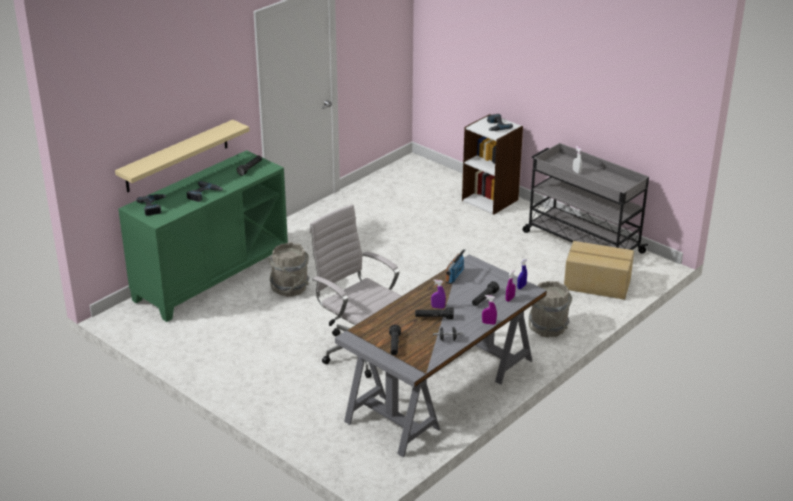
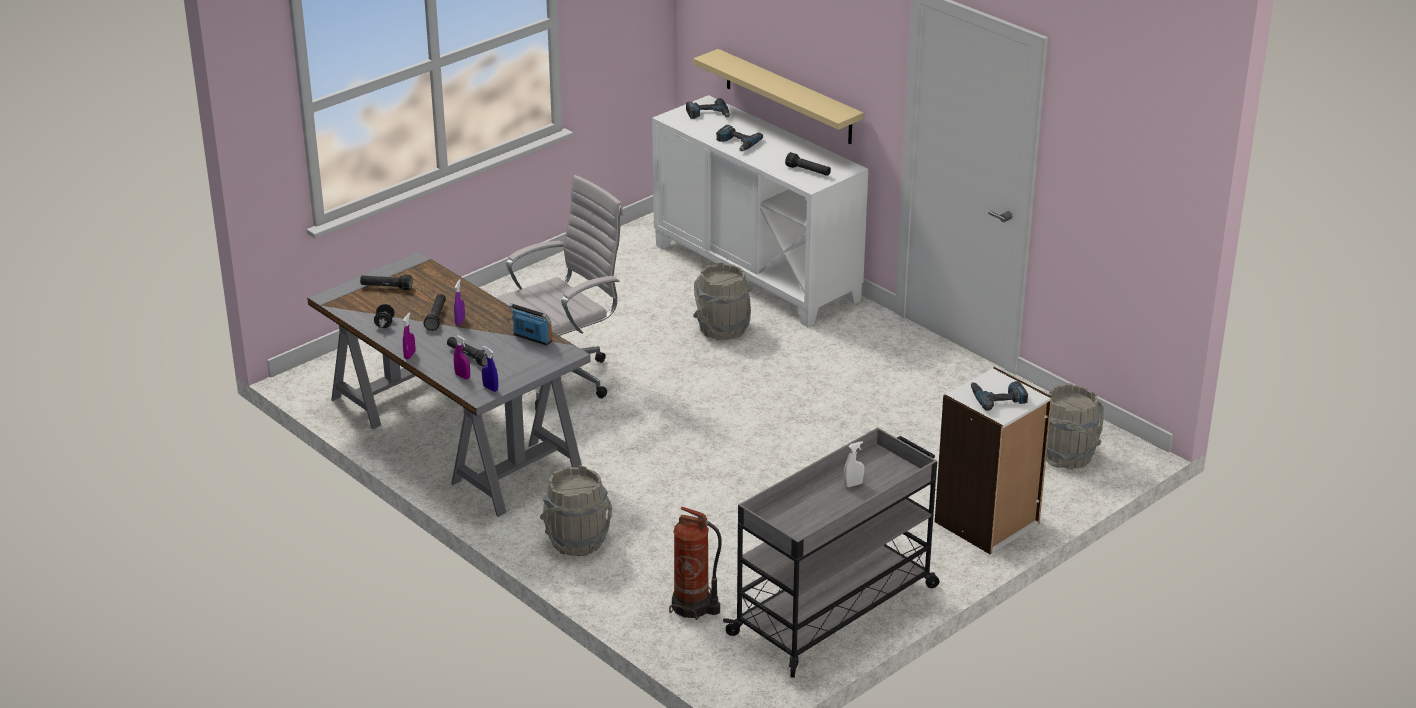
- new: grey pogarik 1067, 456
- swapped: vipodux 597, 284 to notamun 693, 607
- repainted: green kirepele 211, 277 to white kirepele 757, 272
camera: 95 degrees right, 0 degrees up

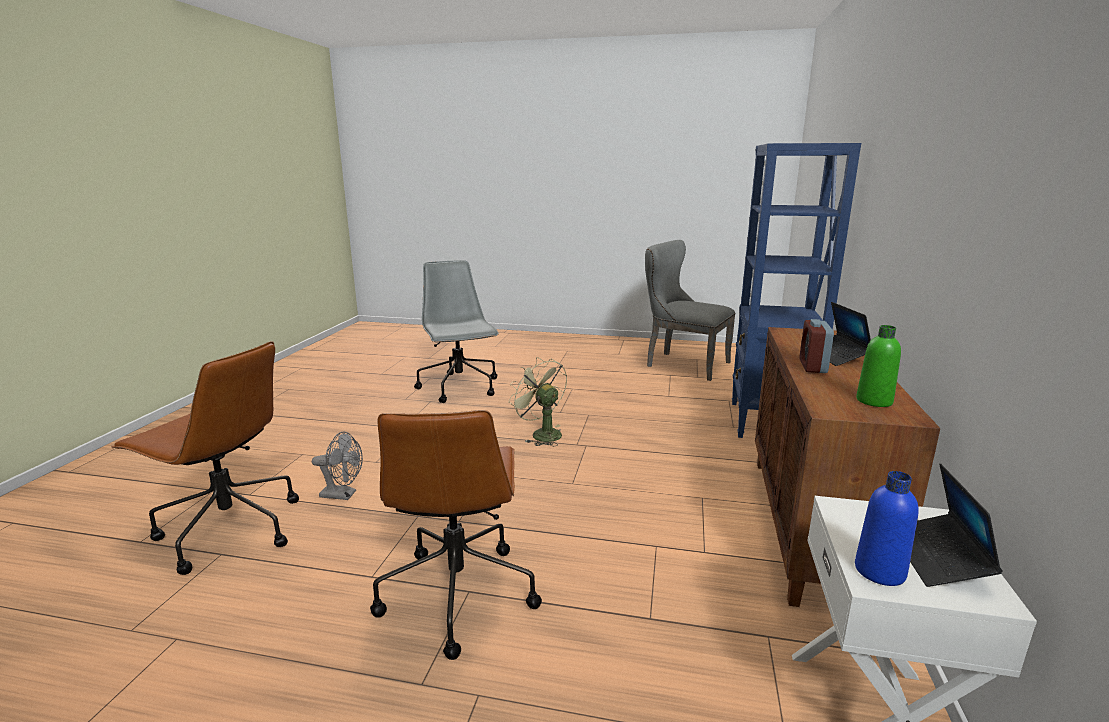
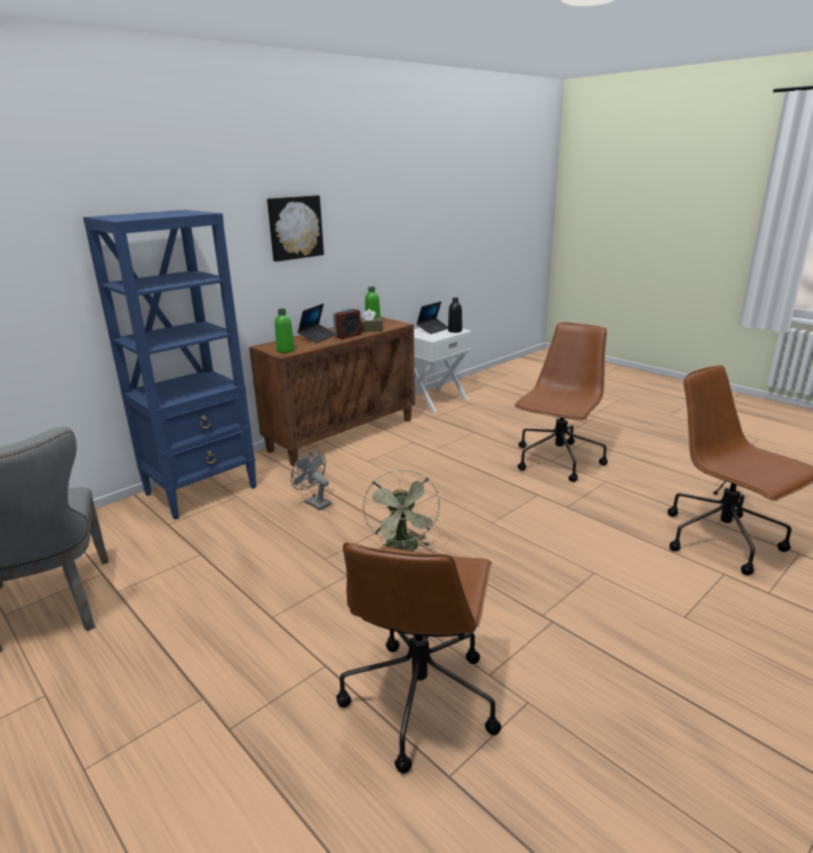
- new: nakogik 294, 227
- new: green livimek 285, 350
- new: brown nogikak 370, 330
- shifted: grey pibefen 343, 495 to 314, 502
- repainted: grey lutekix 460, 388 to brown lutekix 420, 697
- repainted: blue livimek 879, 571 to black livimek 455, 331
camera: 145 degrees left, 5 degrees up

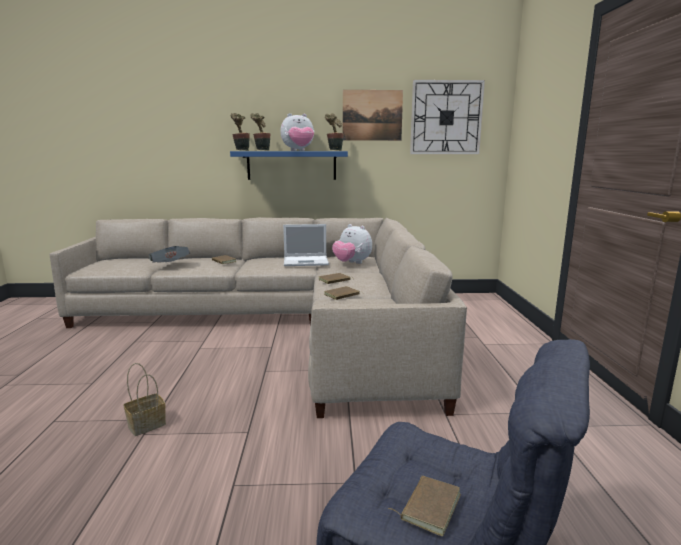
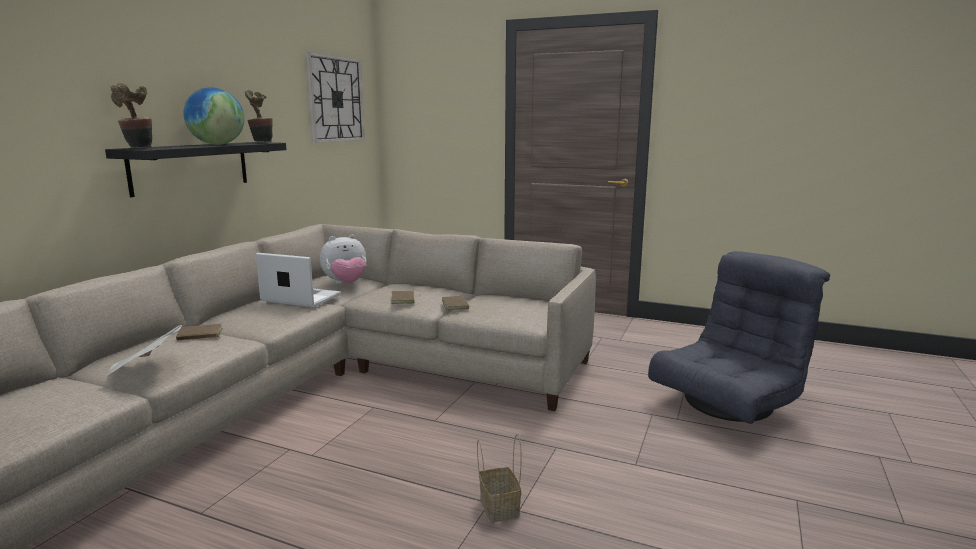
- gone: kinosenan 261, 150
- gone: nakogik 372, 115
- gone: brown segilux 429, 506
- swapped: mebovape 298, 150 to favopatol 217, 144
- repainted: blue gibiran 291, 165 to black gibiran 191, 167
- rotated: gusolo 306, 261 = 300, 298 90 degrees counterclockwise
camera: 65 degrees left, 0 degrees up

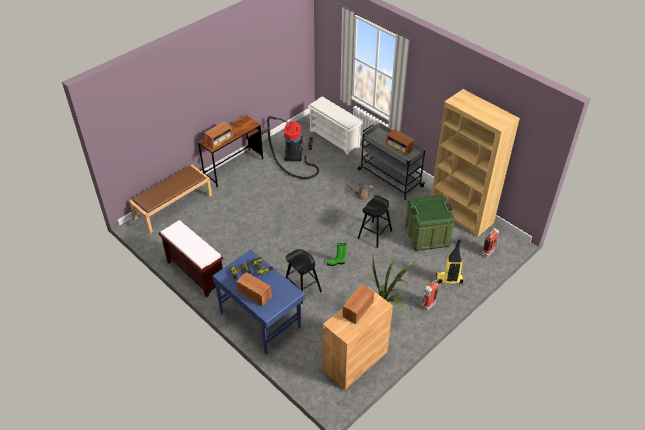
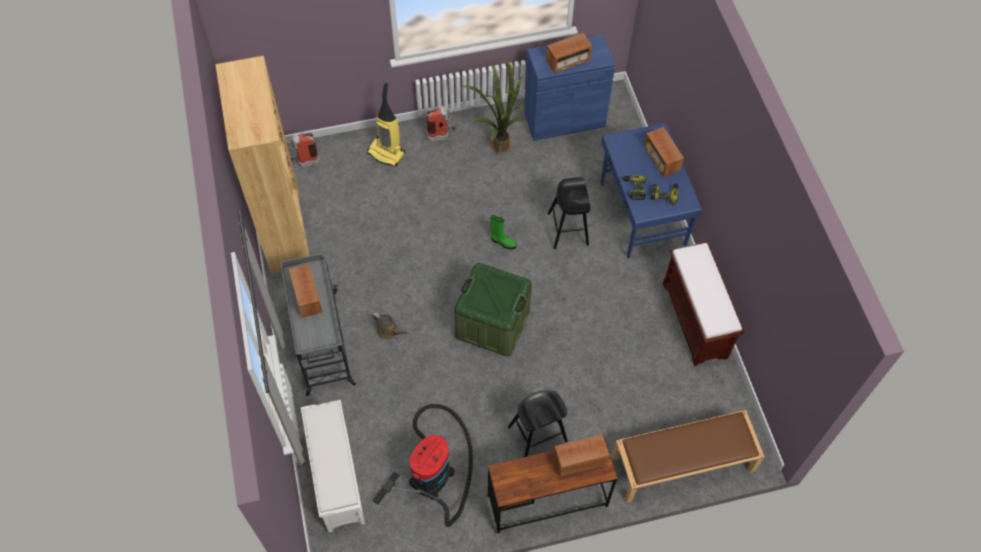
- shifted: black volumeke 375, 234 to 537, 434
- shifted: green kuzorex 427, 235 to 492, 323
- repainted: brown kirepele 355, 361 to blue kirepele 564, 119
camera: 150 degrees left, 15 degrees up

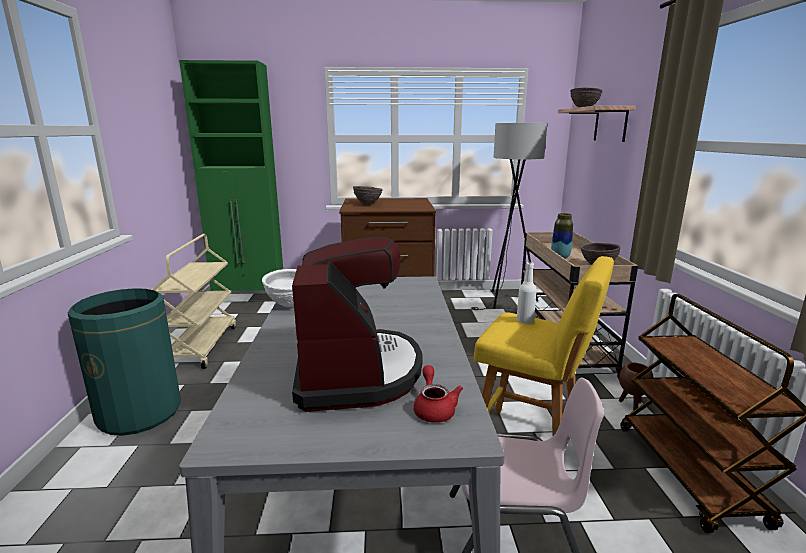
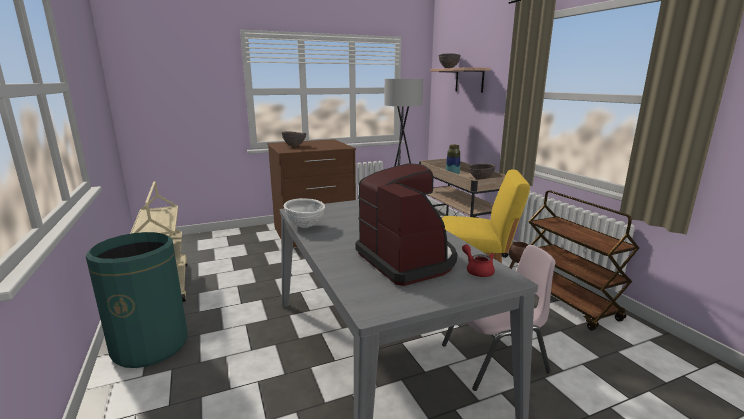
- gone: green kirepele 251, 299
- gone: white livimek 525, 321
camera: 20 degrees left, 0 degrees up

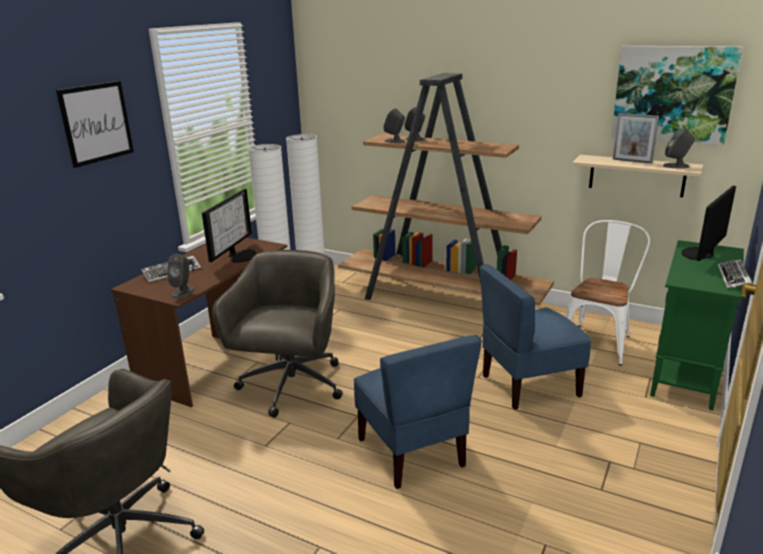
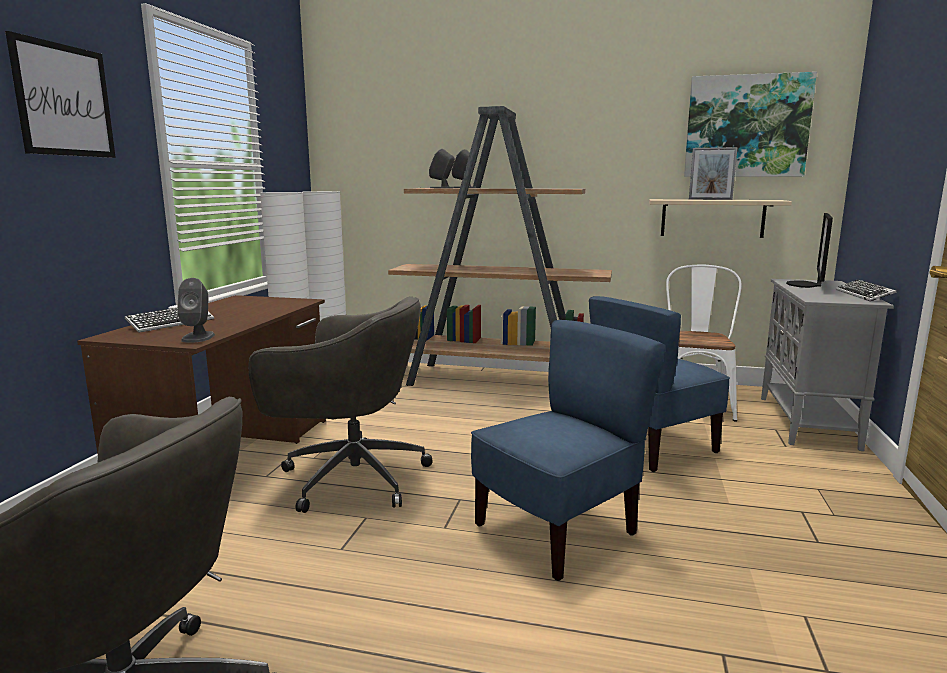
- gone: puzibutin 240, 255
- gone: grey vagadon 676, 166
- repainted: green kirepele 686, 374 to grey kirepele 807, 422
- rotated: grey lutekix 291, 387 = 350, 477 105 degrees clockwise
- rotated: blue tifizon 413, 452 = 557, 531 90 degrees counterclockwise
camera: 15 degrees left, 10 degrees down

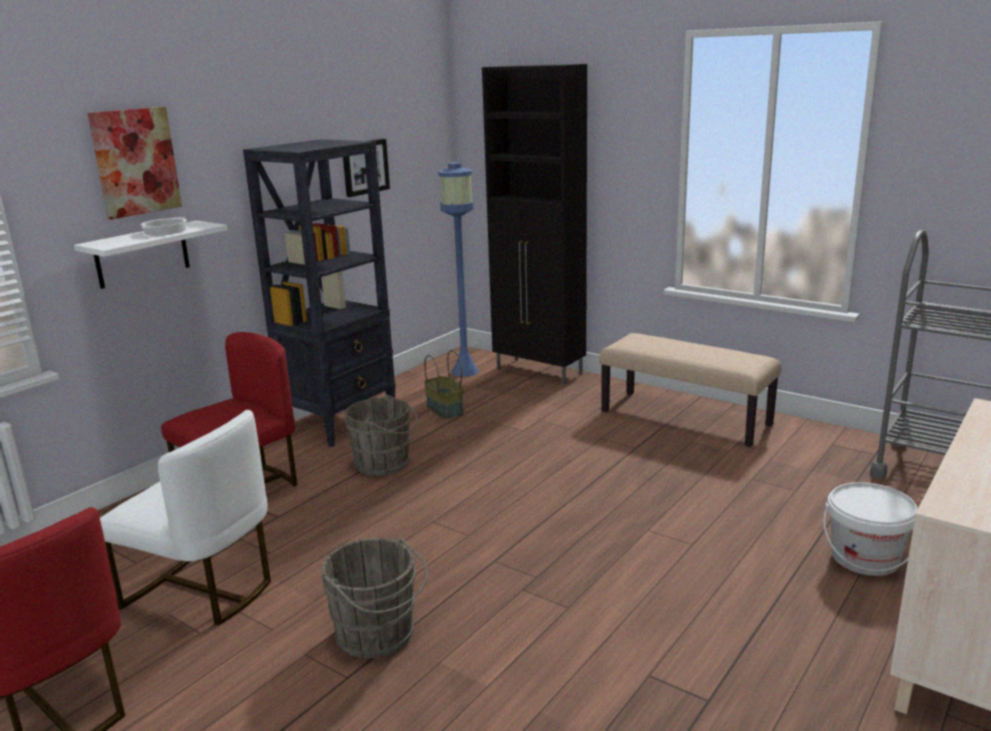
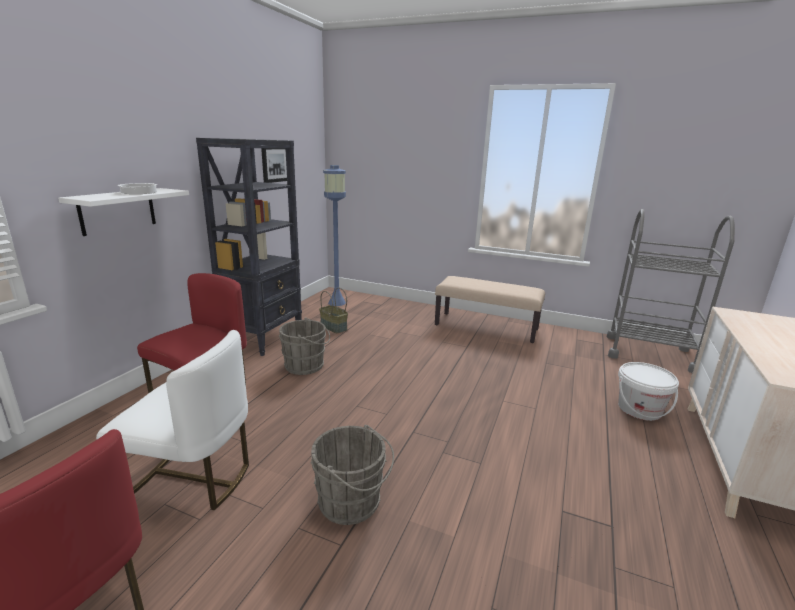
- gone: nakogik 135, 162
- gone: black kirepele 539, 372
camera: 15 degrees left, 0 degrees up

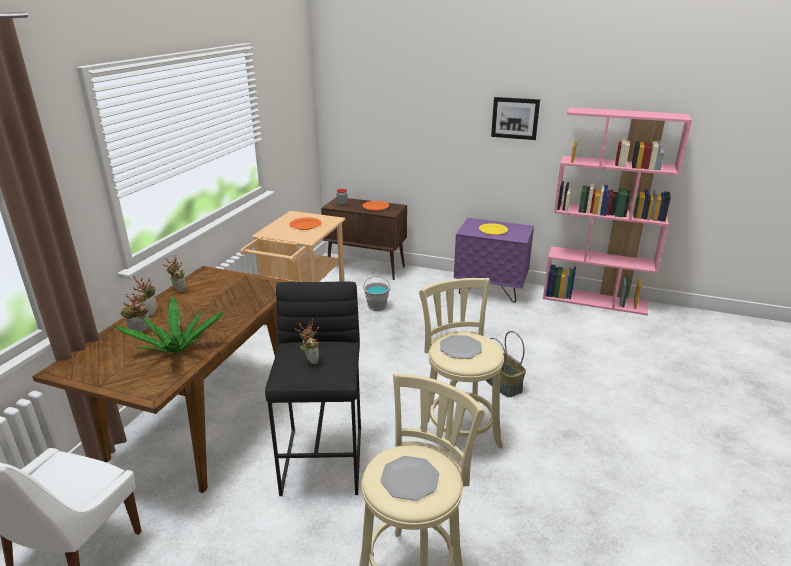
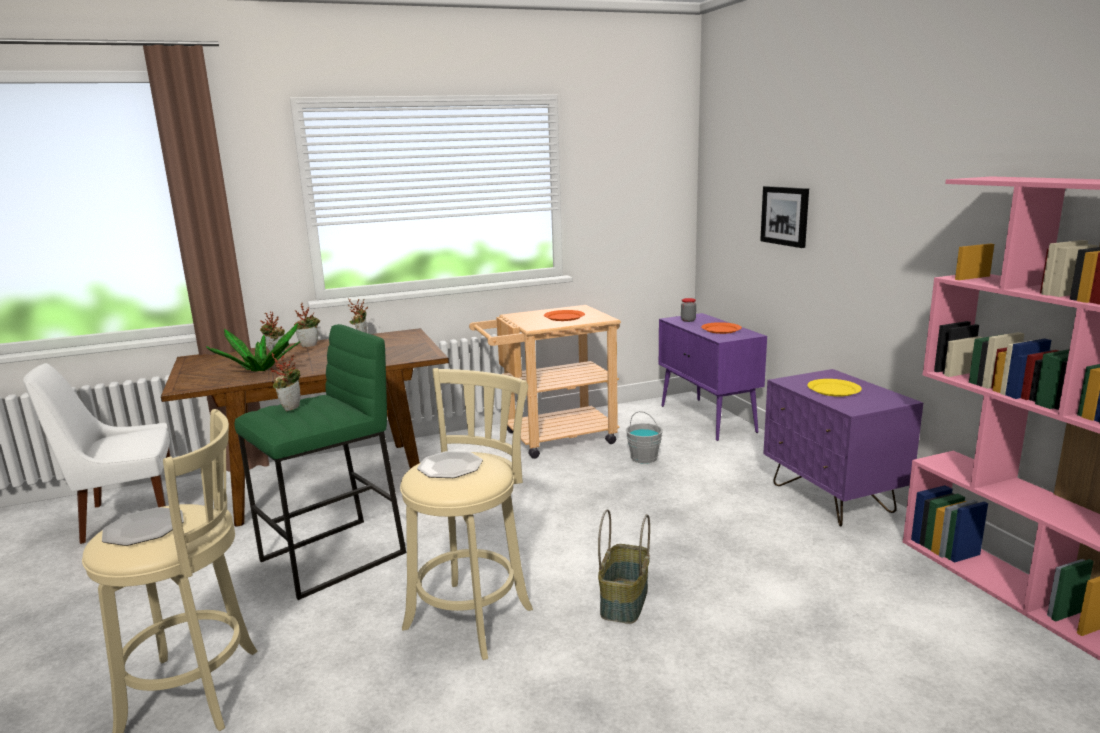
- shifted: nakogik 515, 118 to 785, 216
- repainted: black volumeke 324, 460 to green volumeke 333, 557
- repainted: brown kirepele 366, 268 to purple kirepele 708, 419
camera: 50 degrees right, 10 degrees down

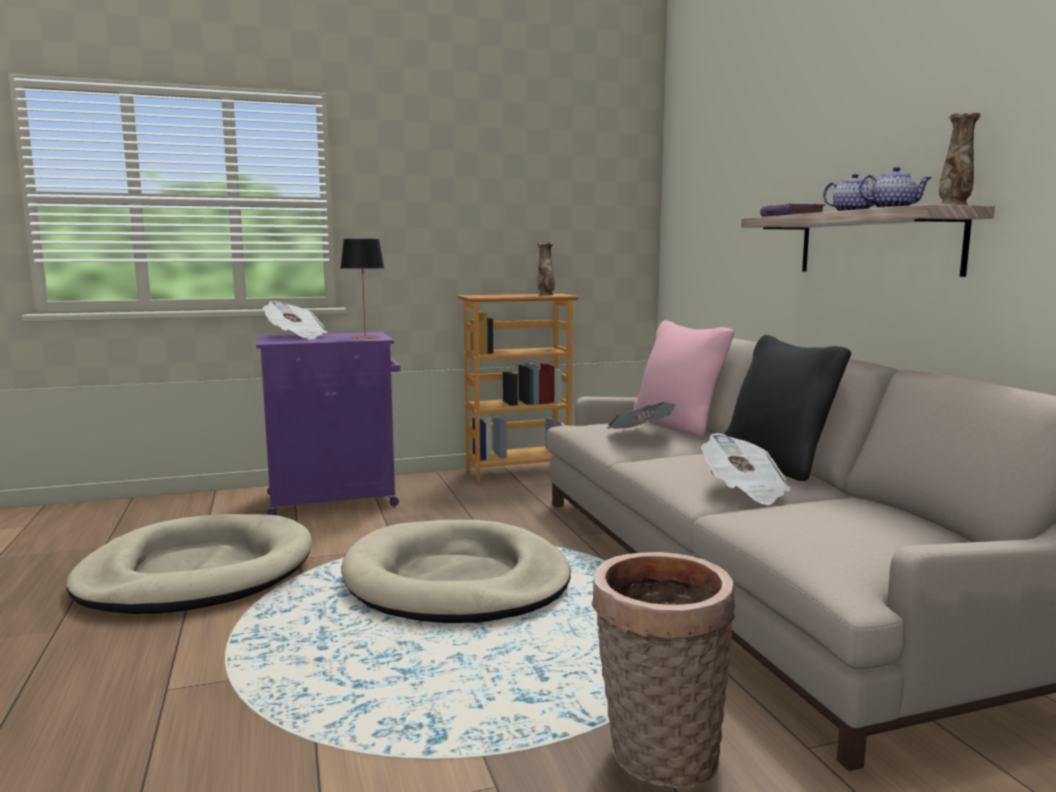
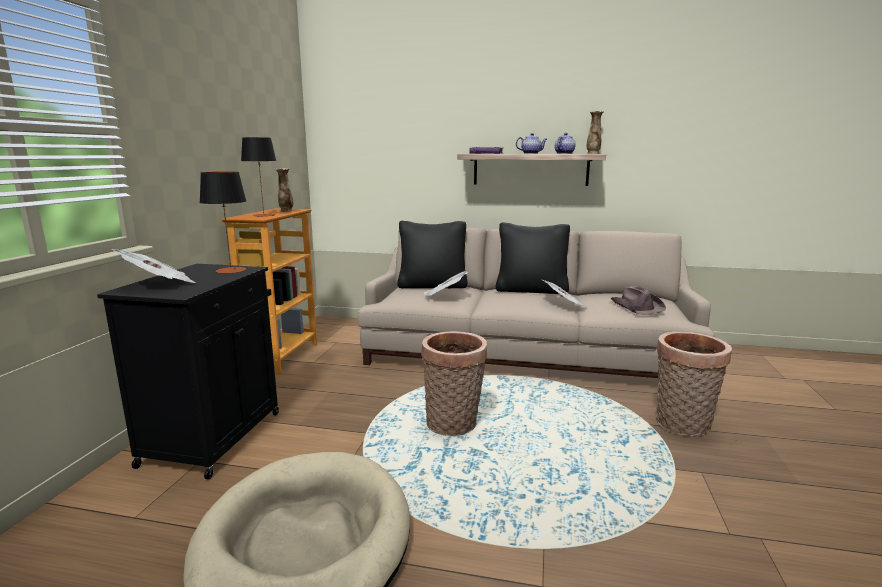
- new: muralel 263, 215
- new: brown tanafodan 637, 307
- swapped: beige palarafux 456, 581 to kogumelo 454, 425
- repainted: purple kirepele 335, 499 to black kirepele 215, 437
- repainted: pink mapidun 678, 425 to black mapidun 432, 285
camera: 60 degrees left, 5 degrees up

